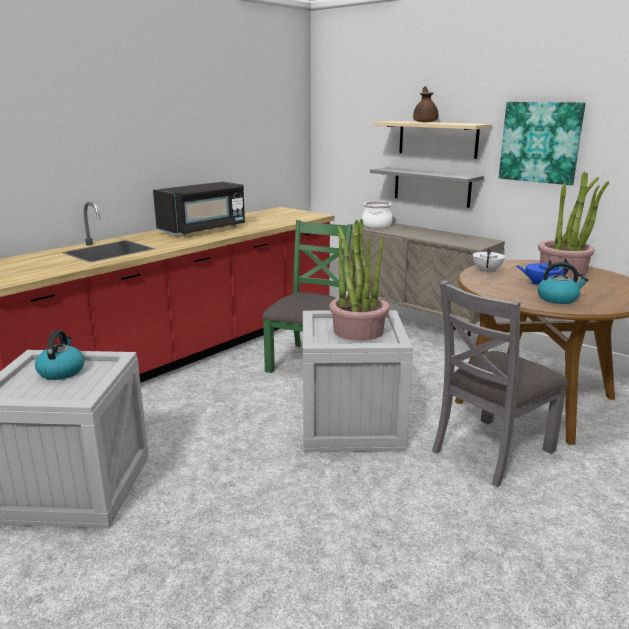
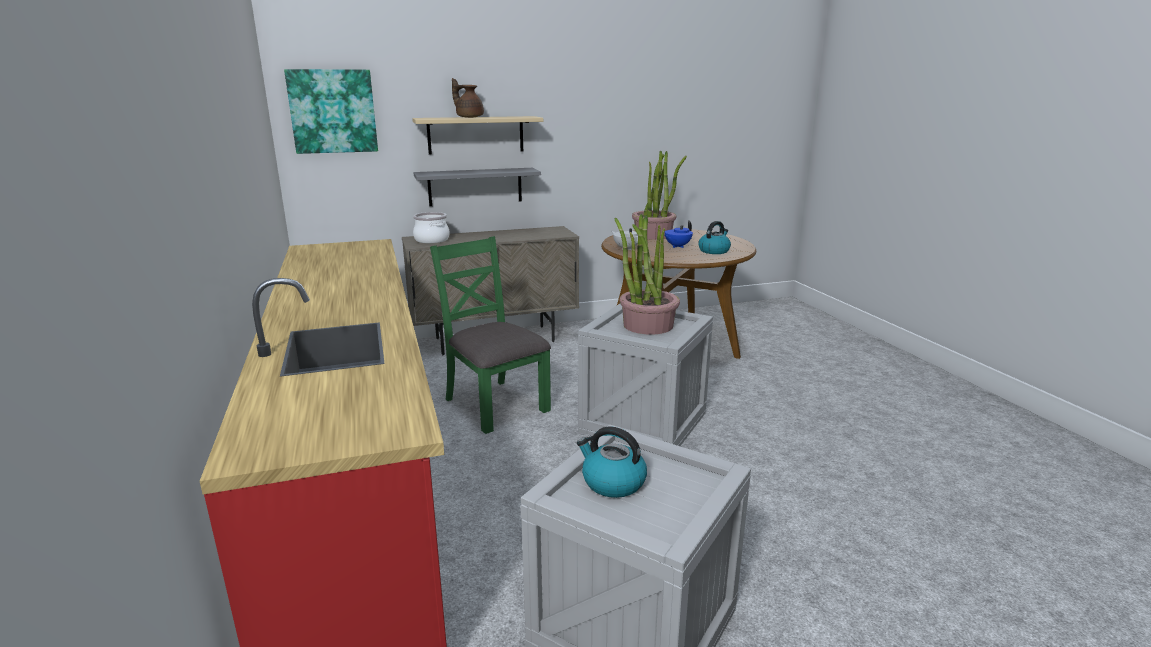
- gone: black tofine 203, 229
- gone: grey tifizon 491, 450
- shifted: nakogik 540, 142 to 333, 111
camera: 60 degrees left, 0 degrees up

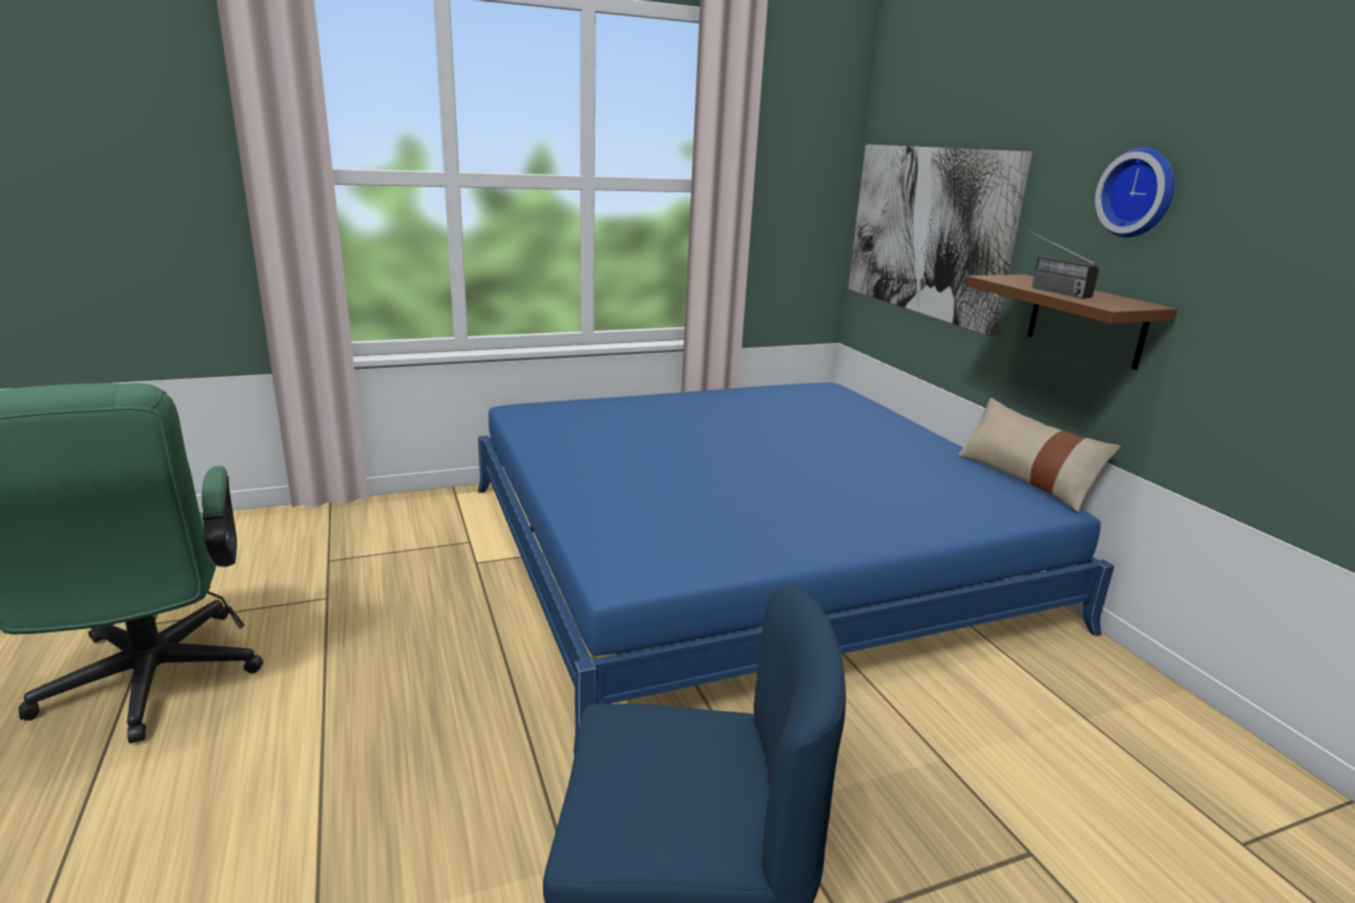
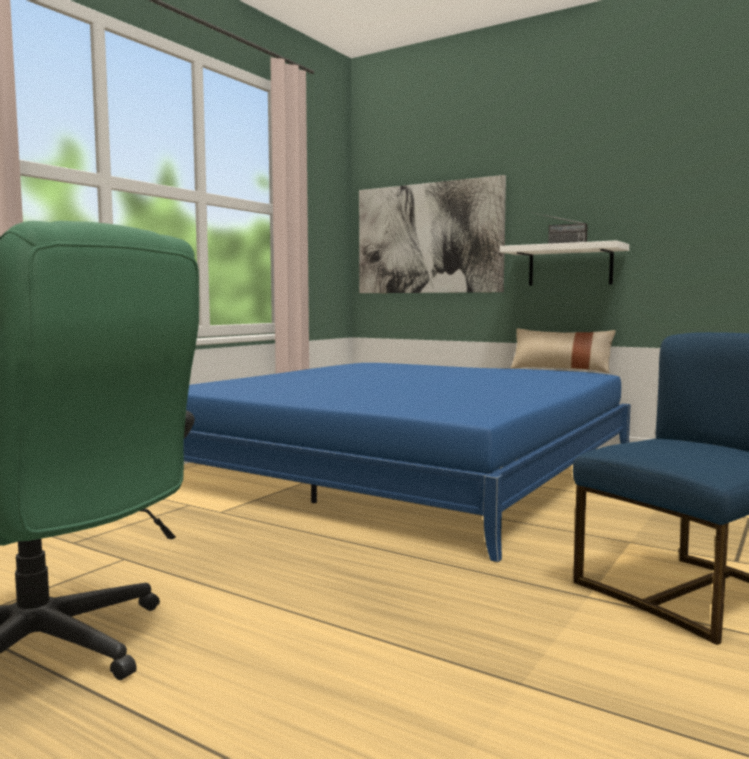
- gone: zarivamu 1139, 193
- repainted: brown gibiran 1086, 321 to white gibiran 570, 265
camera: 35 degrees left, 15 degrees down

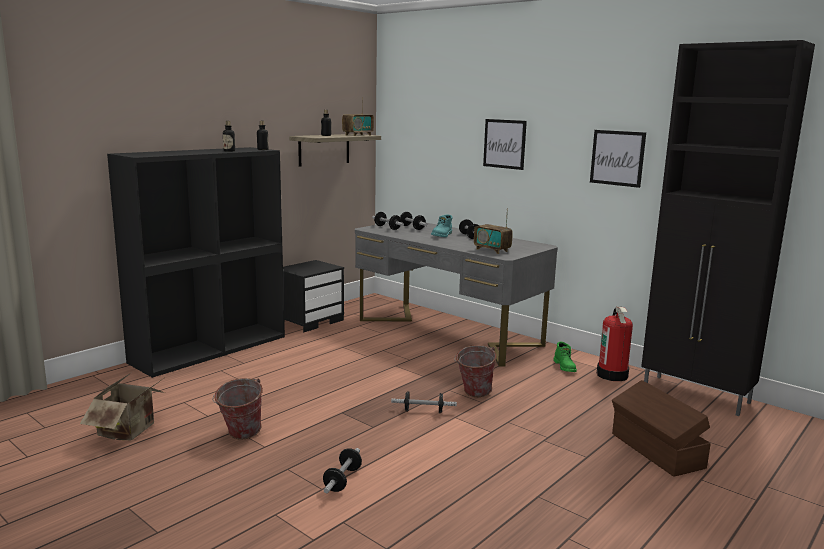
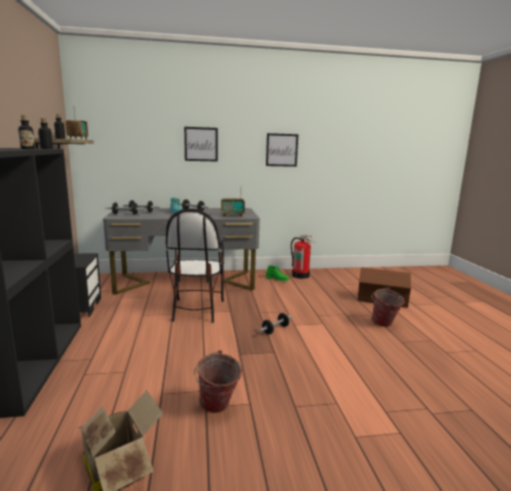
- gone: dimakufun 342, 480
- gone: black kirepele 697, 395
- new: tifizon 196, 310
- shifted: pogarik 473, 394 to 384, 325
camera: 50 degrees left, 0 degrees up

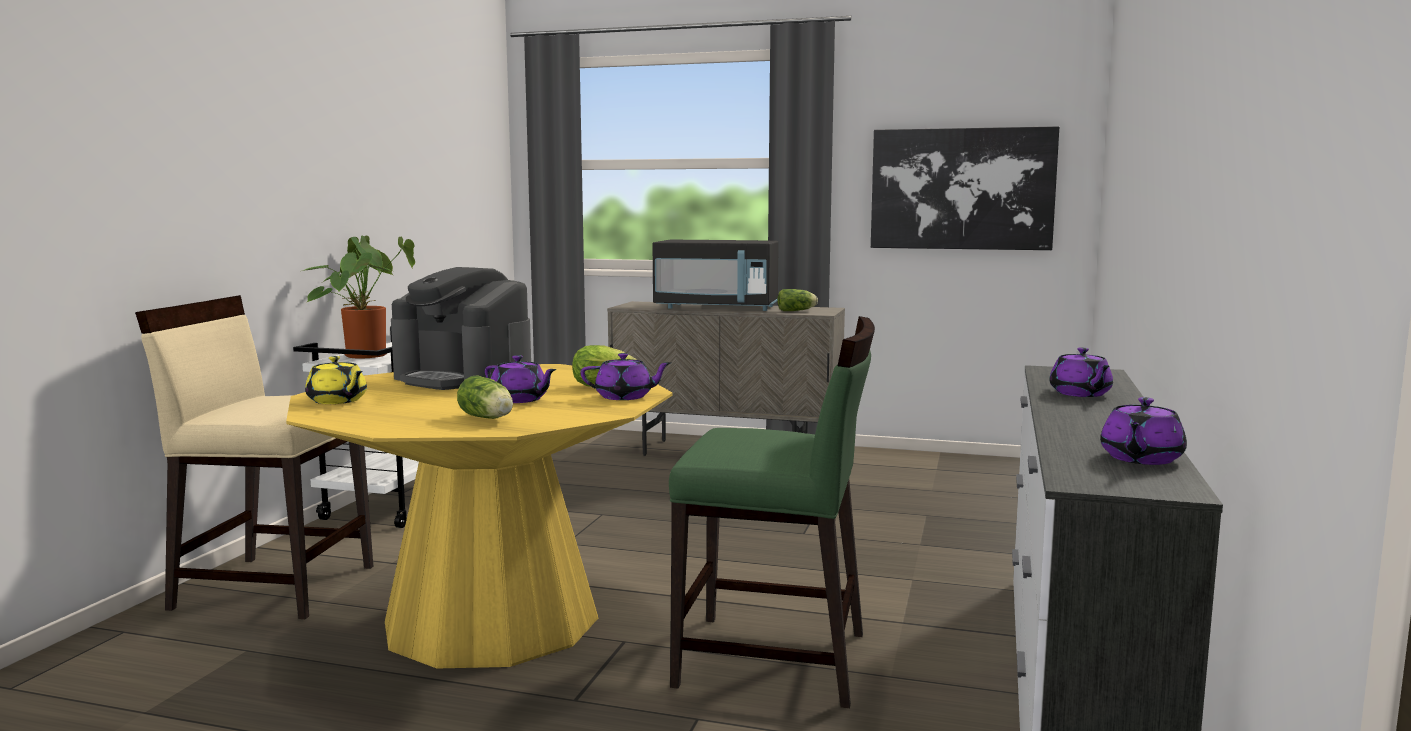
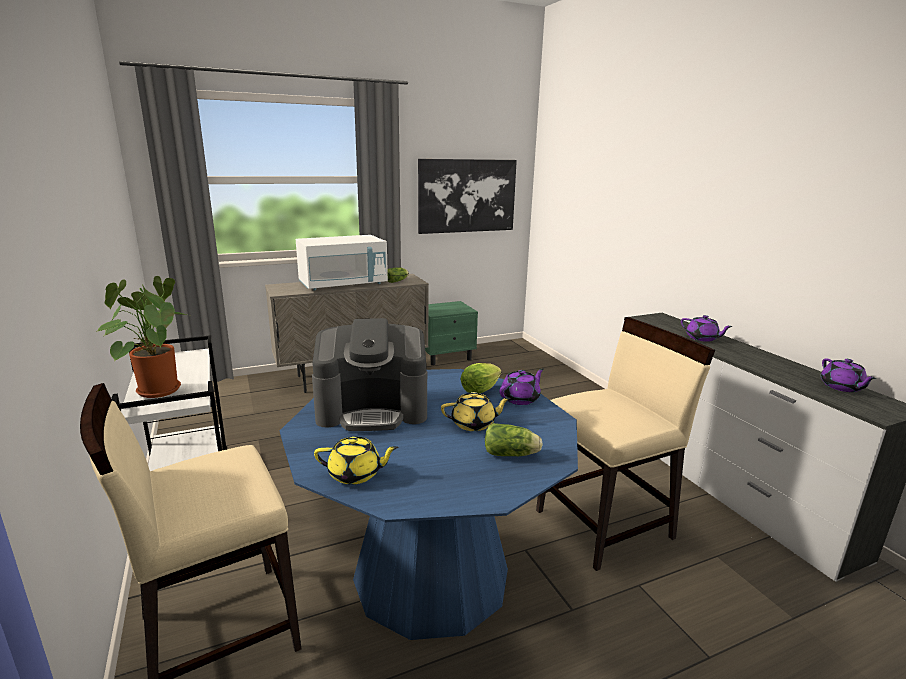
- new: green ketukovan 446, 356
- repainted: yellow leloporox 492, 620 to blue leloporox 431, 574
- repainted: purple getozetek 519, 400 to yellow getozetek 474, 424
- repainted: black tofine 717, 308 to white tofine 343, 285
- repainted: green tifizon 774, 660 to beige tifizon 605, 524
camera: 40 degrees left, 10 degrees up

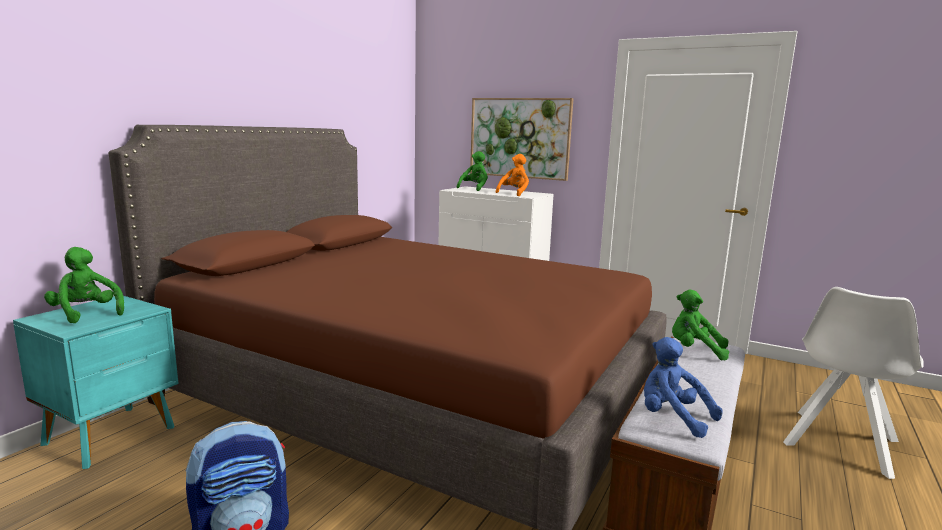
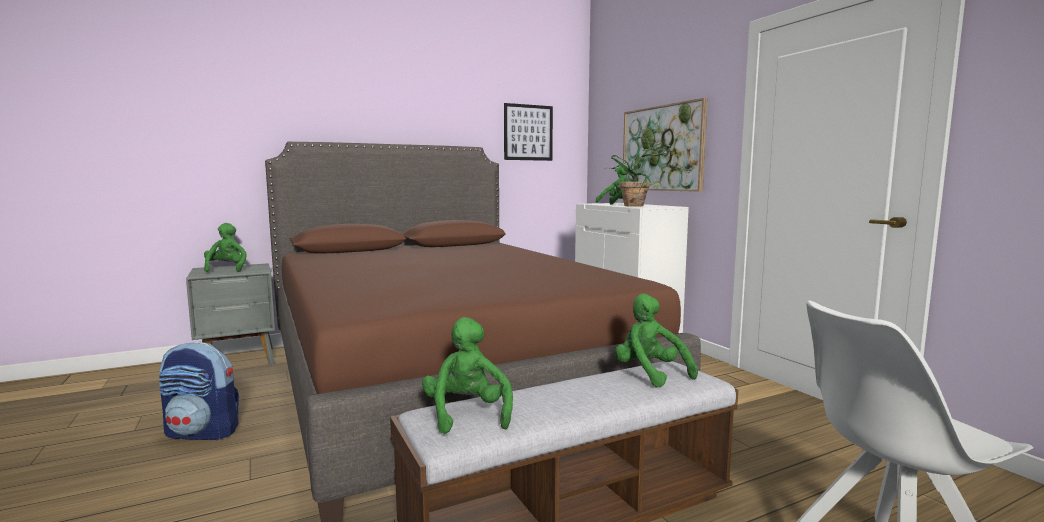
- new: nakogik 528, 132
- swapped: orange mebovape 514, 193 to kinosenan 639, 206
- repainted: turquoise ketukovan 112, 435 to grey ketukovan 239, 361
- repainted: blue mebovape 672, 418 to green mebovape 467, 414
camera: 35 degrees right, 5 degrees down

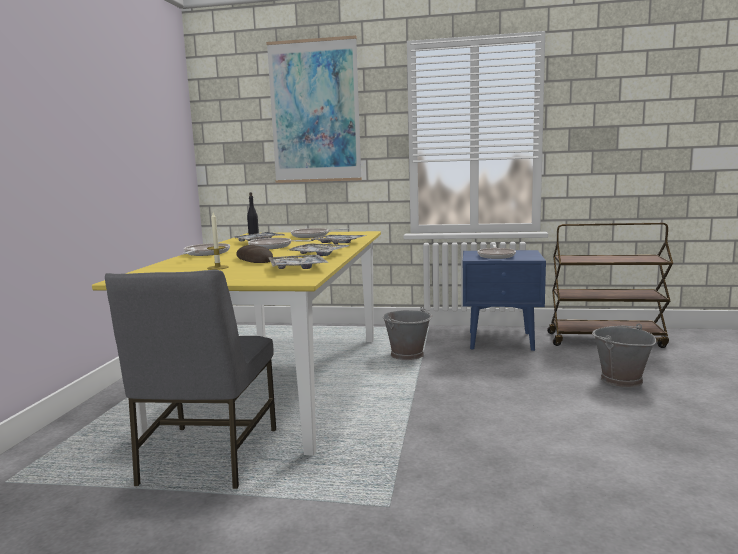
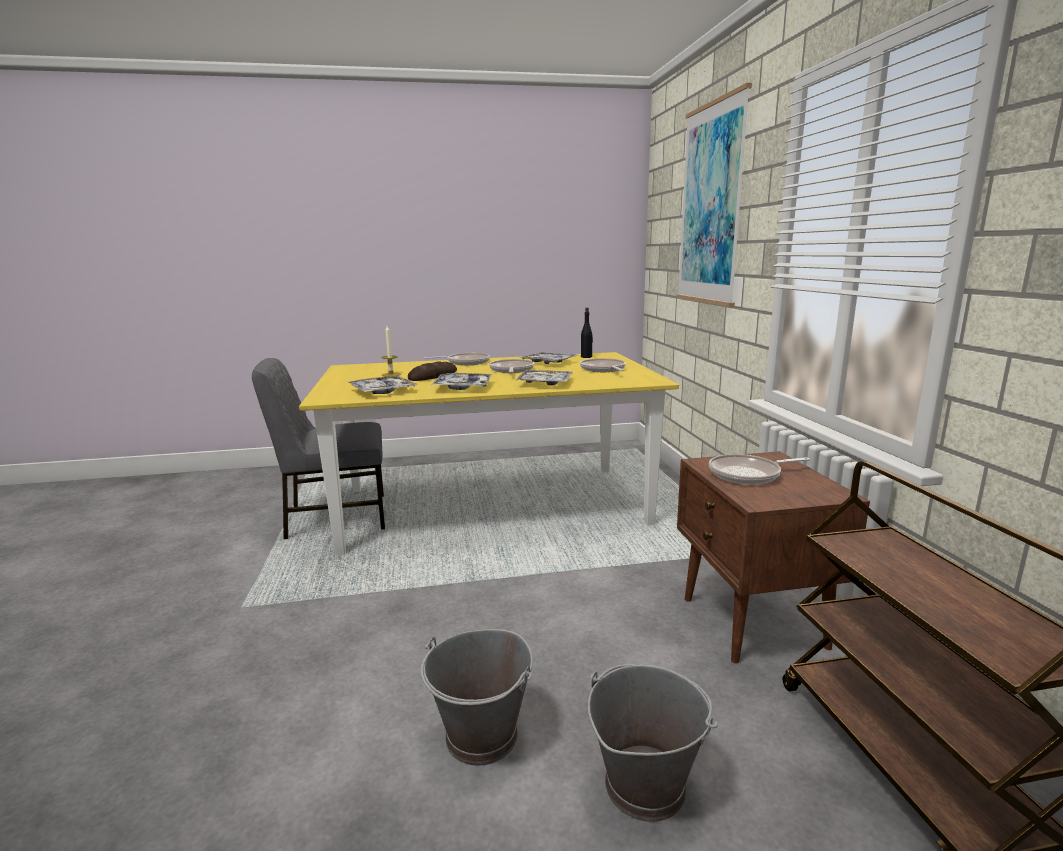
- shifted: grey pogarik 407, 355 to 482, 737
- repainted: blue ketukovan 502, 341 to brown ketukovan 753, 623
camera: 70 degrees right, 5 degrees up

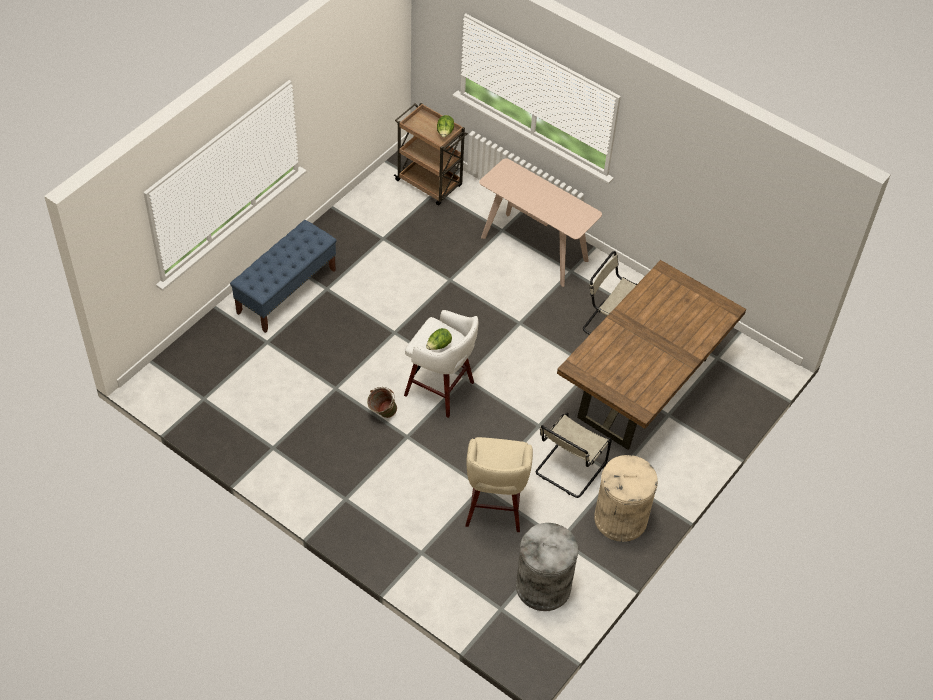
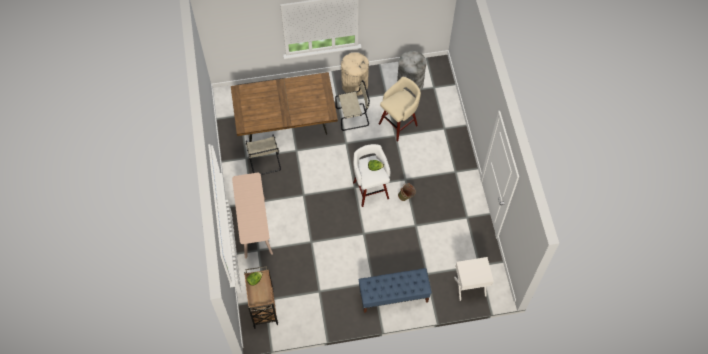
- new: white ketukovan 470, 287
camera: 135 degrees left, 10 degrees up

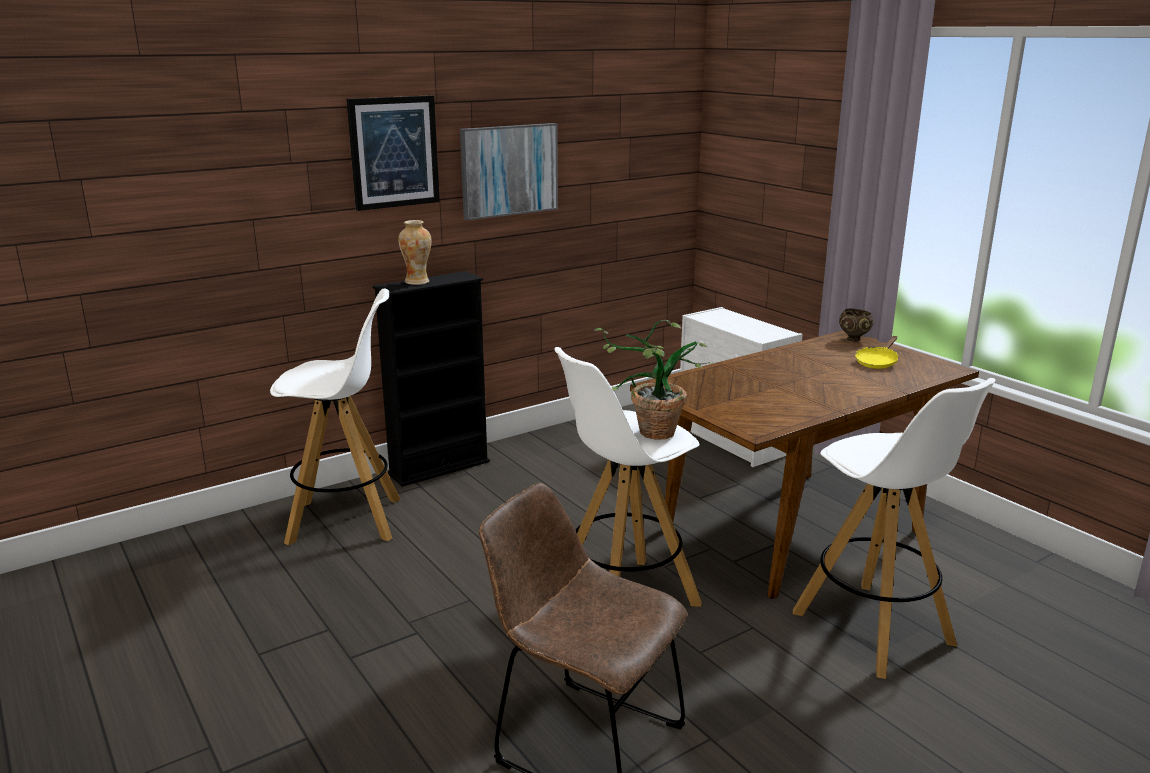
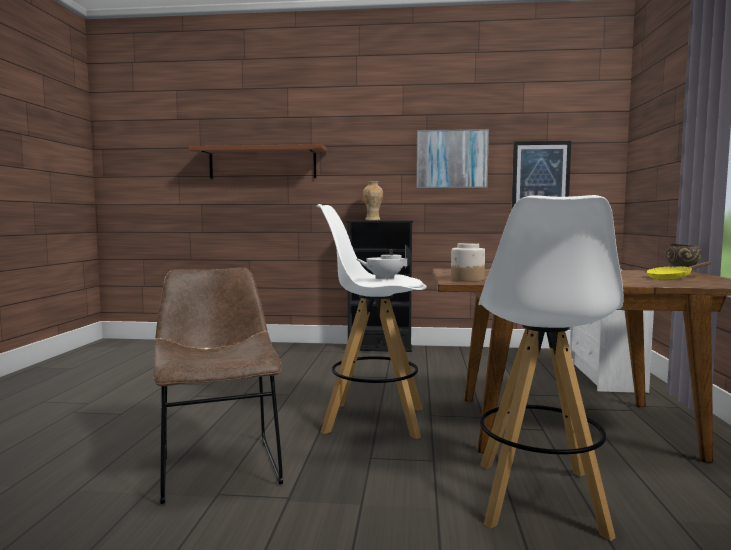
- gone: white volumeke 347, 520
- new: brown gibiran 262, 163
- new: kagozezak 467, 279
- shifted: nakogik 394, 152 to 540, 174
- swapped: kinosenan 647, 434 to white getozetek 384, 278
camera: 40 degrees right, 15 degrees down

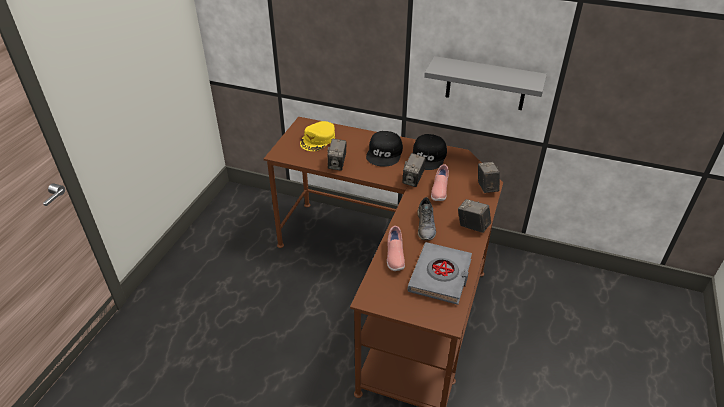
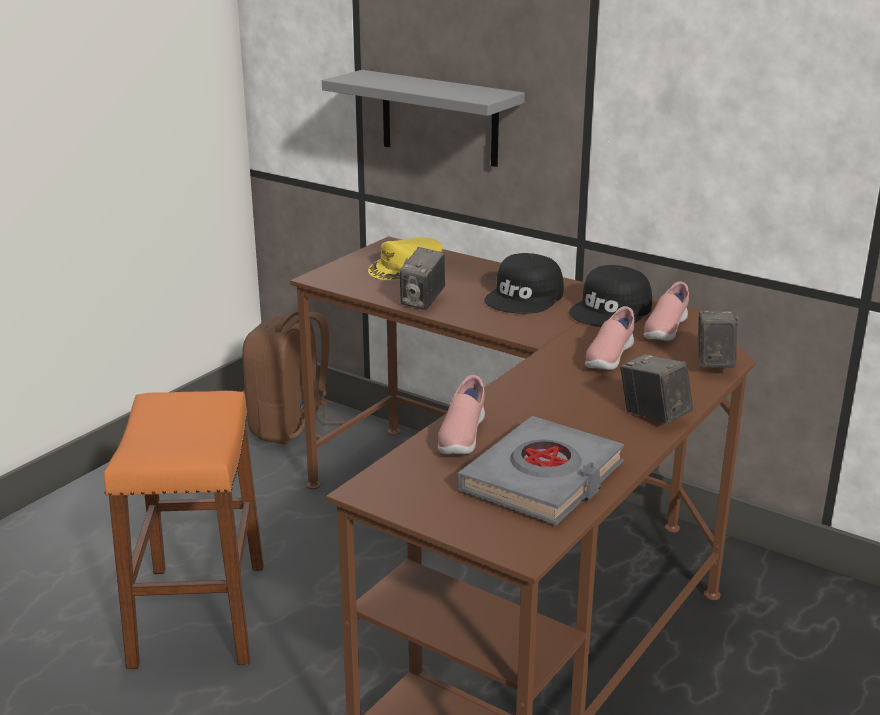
- gone: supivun 413, 180
- gone: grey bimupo 426, 226
- new: orange volumeke 199, 614
- new: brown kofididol 292, 428
- new: pink bimupo 665, 330
- shifted: grey gibiran 486, 84 to 439, 118
camera: 15 degrees right, 15 degrees down

